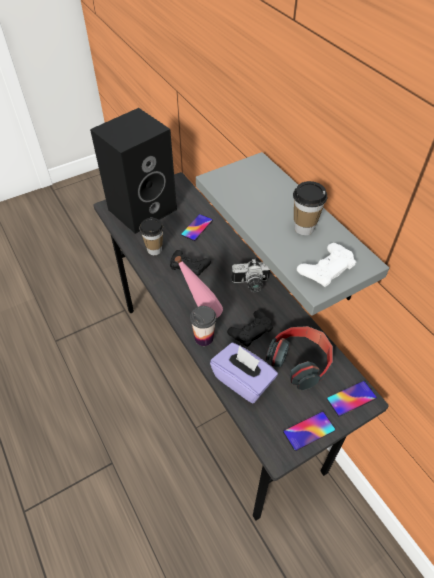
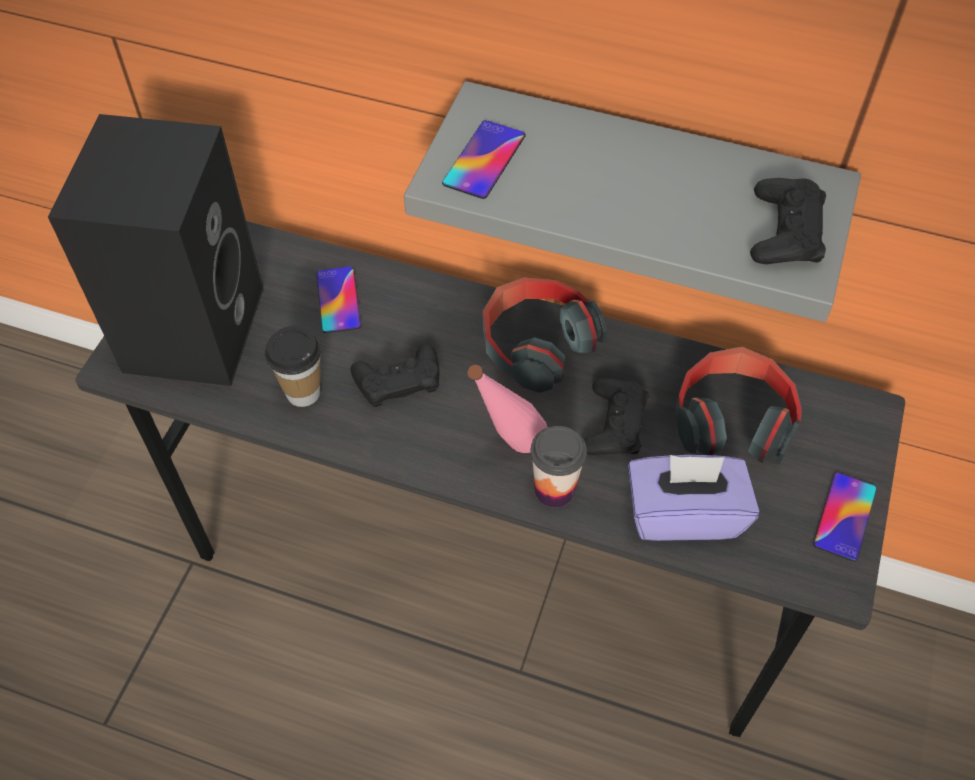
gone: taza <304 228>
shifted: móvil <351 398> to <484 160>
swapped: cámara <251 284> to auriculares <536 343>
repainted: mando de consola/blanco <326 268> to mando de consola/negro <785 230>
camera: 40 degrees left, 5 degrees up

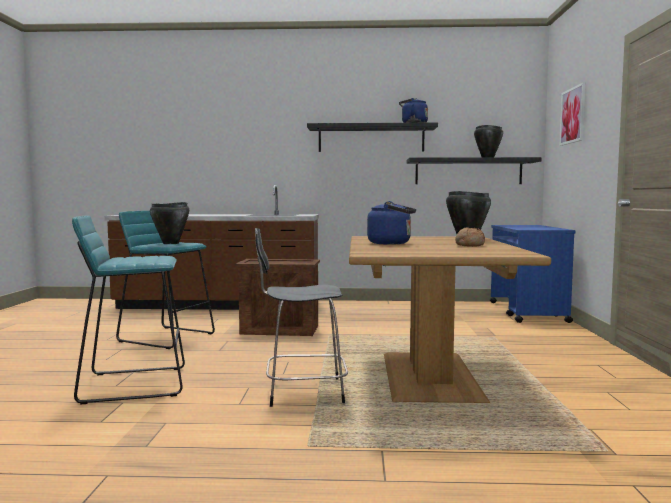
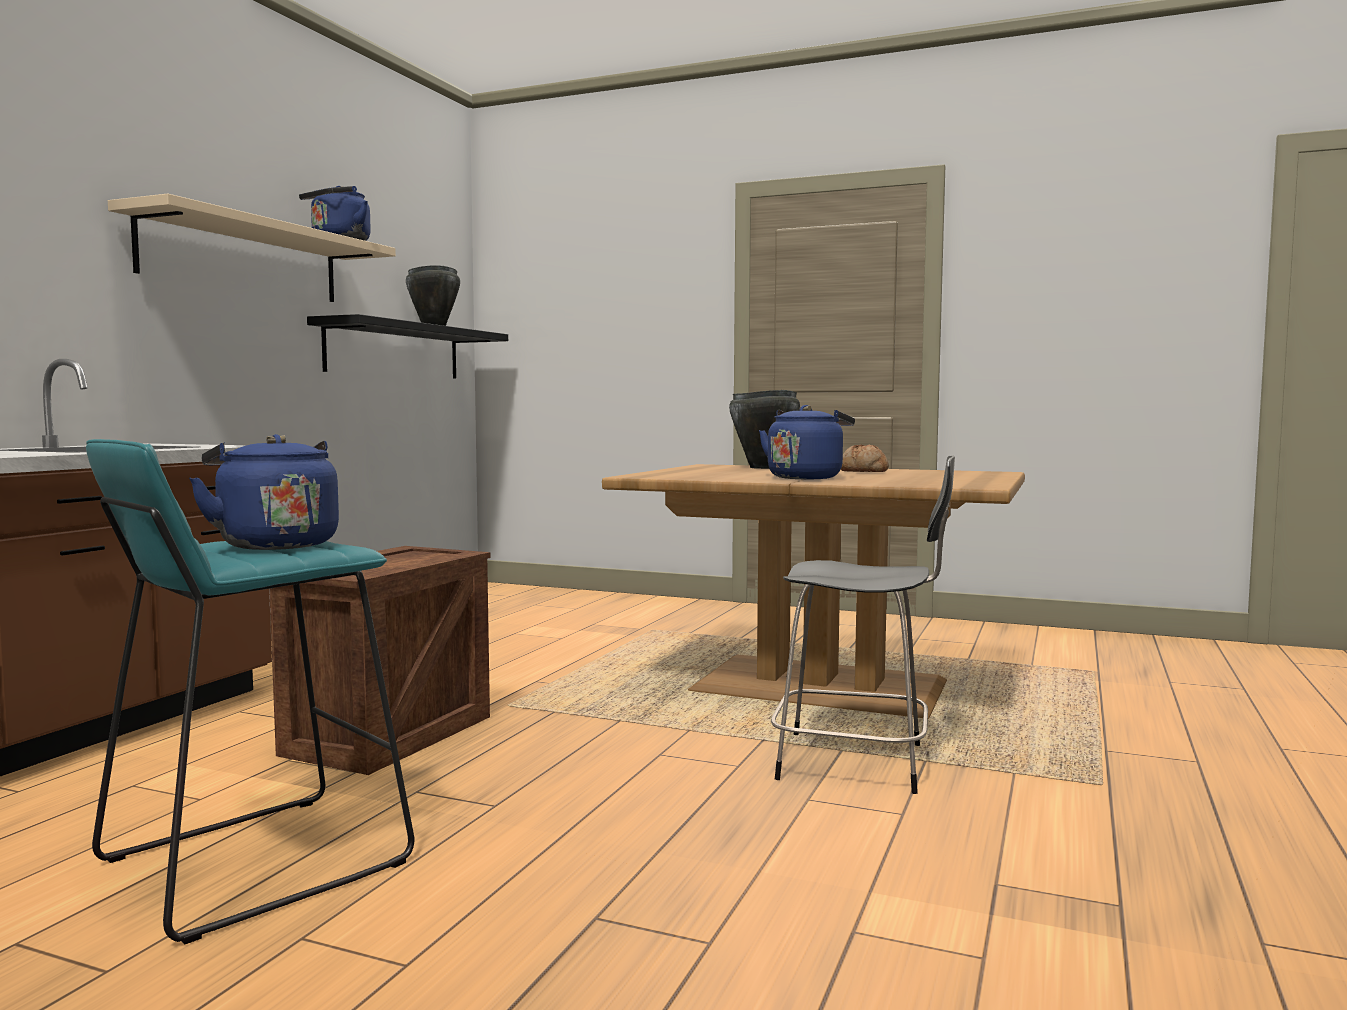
gone: taburete/turquesa <133 384>; carrito/azul <527 312>; cuadro <573 115>
swapped: olla/negro <171 243> to hervidor/azul <274 544>
repainted: estante/negro <371 139> to estante/beis <243 259>
rotated: silla/negro <302 392> = <858 763> 90 degrees counterclockwise
camera: 70 degrees left, 0 degrees up

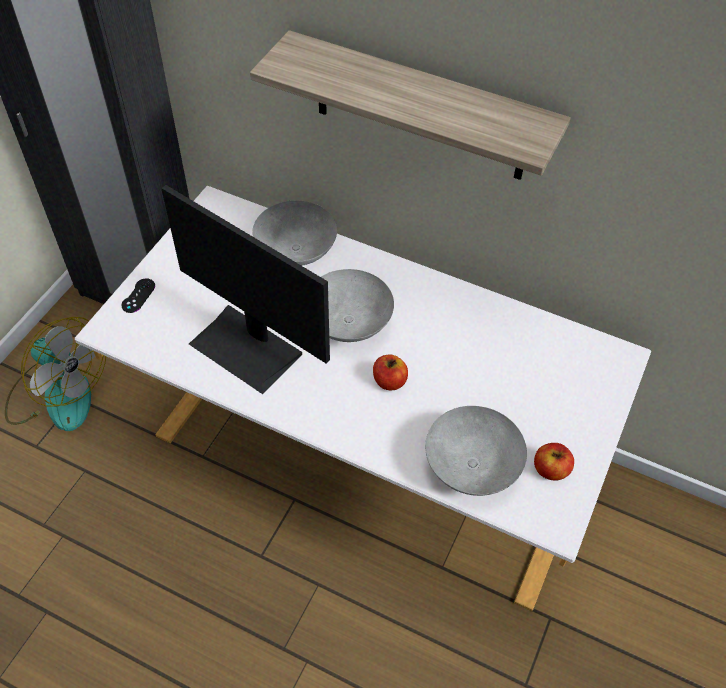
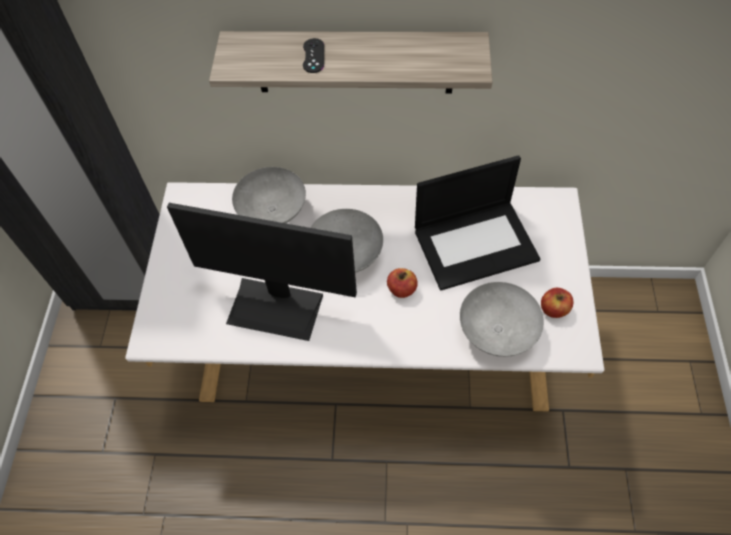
gone: ventilador <58 394>
new: portátil <476 243>
shifted: mando de consola/negro <138 295> to <313 56>
camera: 20 degrees left, 5 degrees up

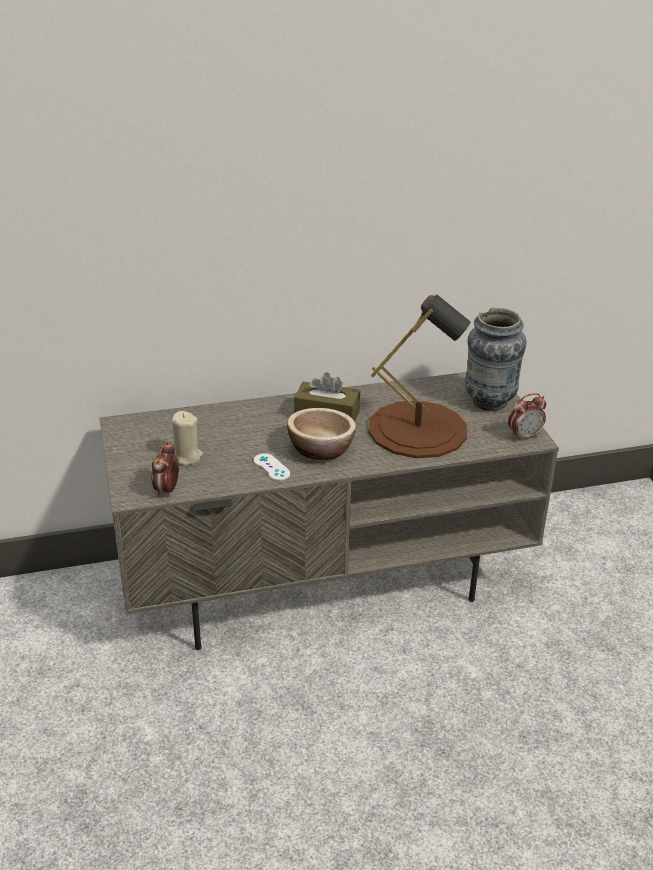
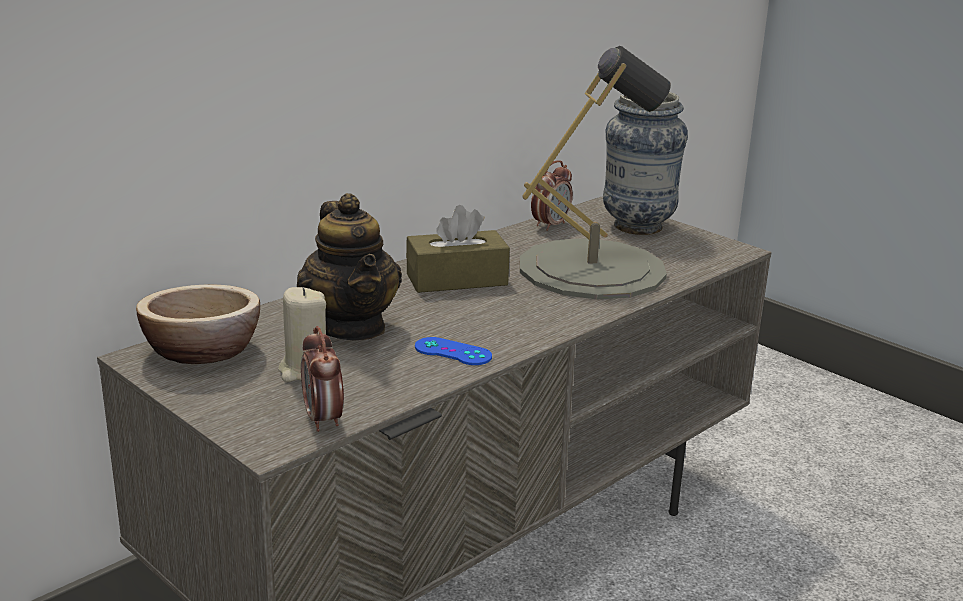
new: tetera <351 326>
shifted: cuenco <321 449> to <202 351>; despertador <524 436> to <550 225>
repainted: mando de consola/blanco <271 467> to mando de consola/azul <453 352>; lámpara de mesa/marrón <417 429> to lámpara de mesa/gris <592 269>
camera: 30 degrees left, 10 degrees down

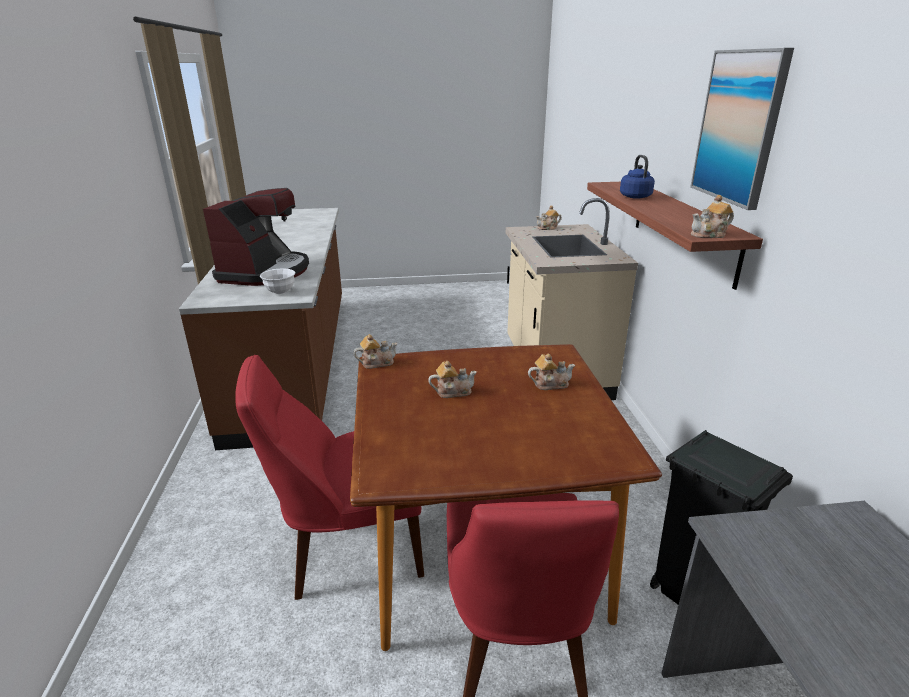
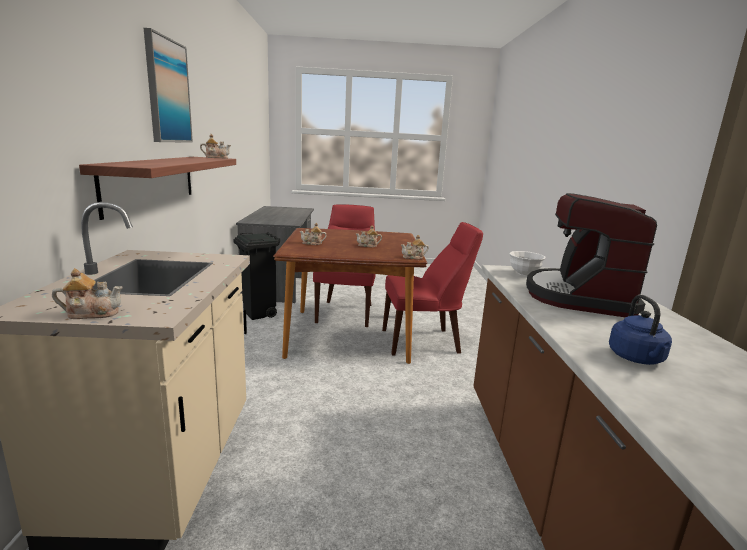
shifted: hervidor/azul <634 196> to <637 359>
camera: 175 degrees left, 10 degrees down

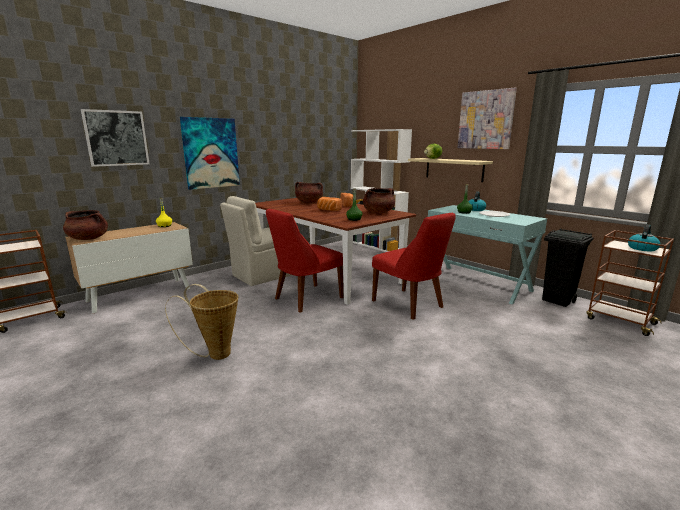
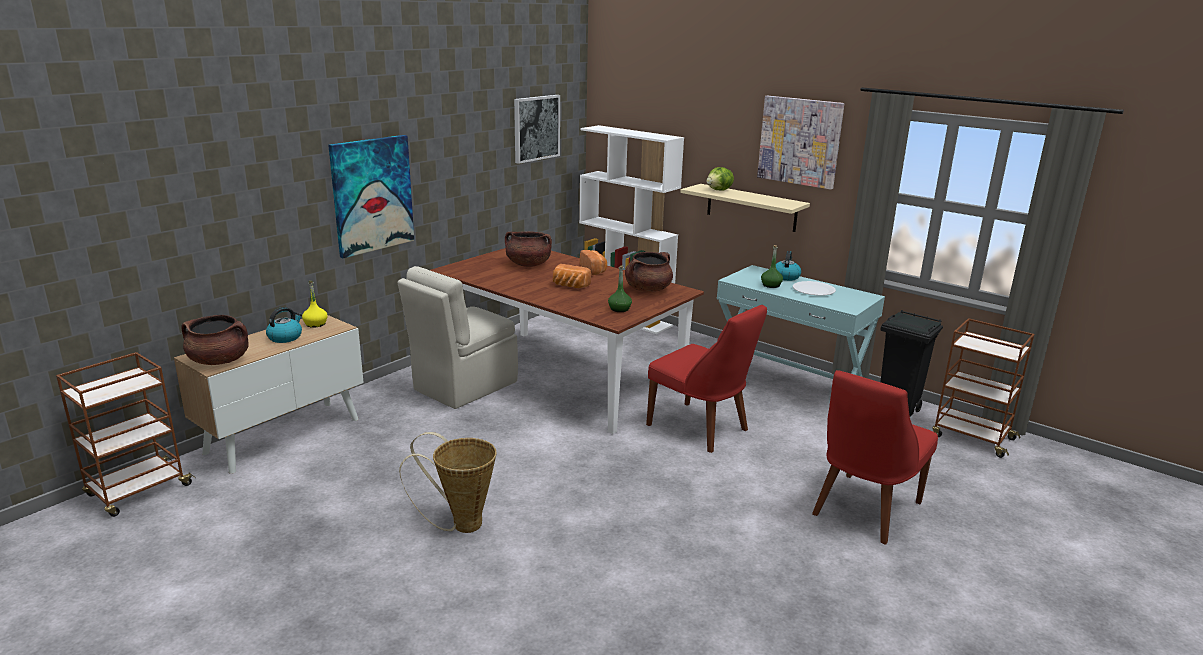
shifted: cuadro <116 138> to <536 128>; silla/rojo <306 299> to <863 510>; hervidor <642 248> to <285 337>
camera: 10 degrees left, 5 degrees up

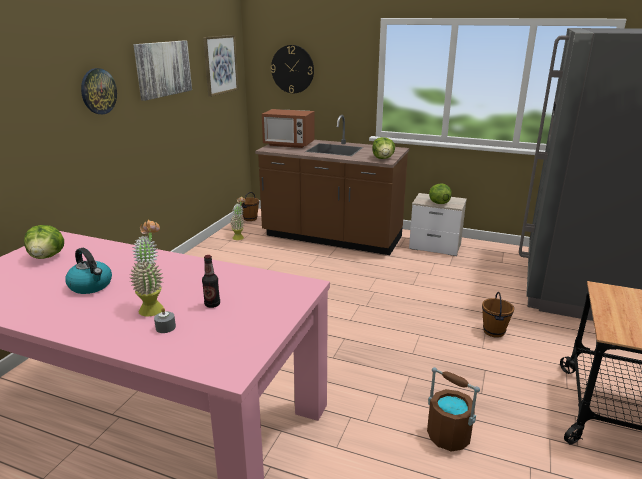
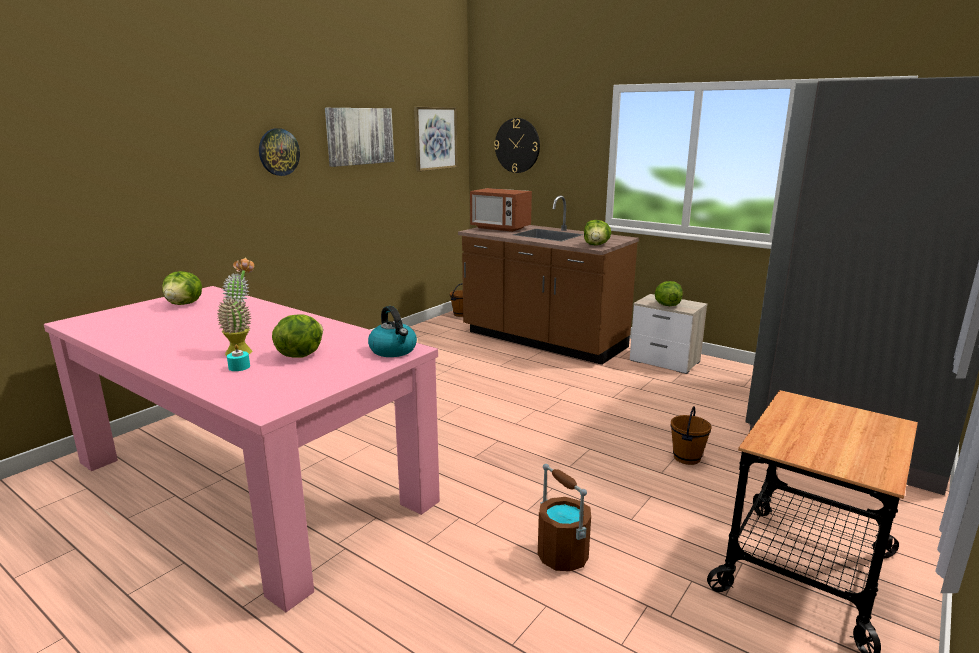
gone: planta en maceta <239 237>
shifted: hervidor <91 286> to <393 350>
swapped: botella <212 304> to lechuga <299 354>
repainted: vela/gris <165 327> to vela/turquesa <239 367>
camera: 15 degrees right, 5 degrees down

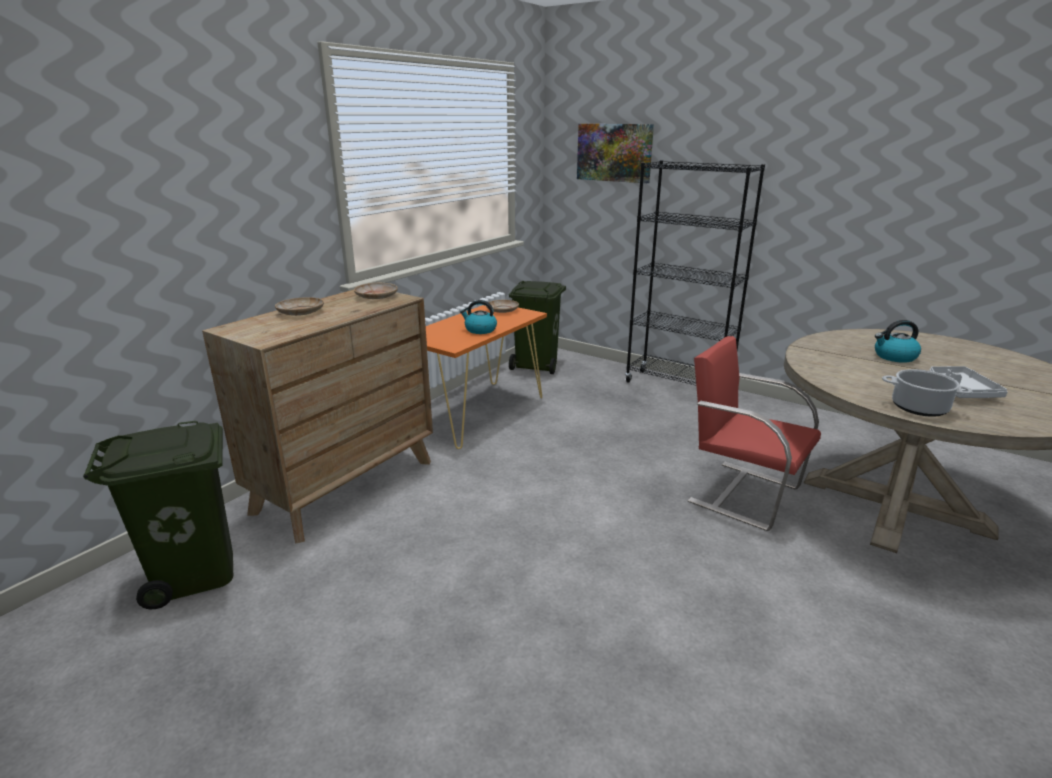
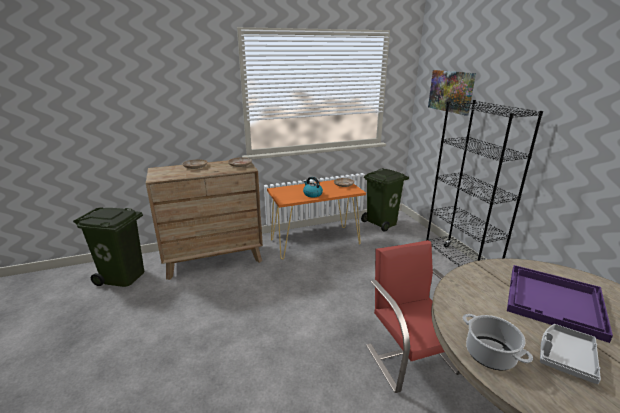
swapped: hervidor <894 357> to bandeja/morado <555 302>
camera: 35 degrees right, 0 degrees up

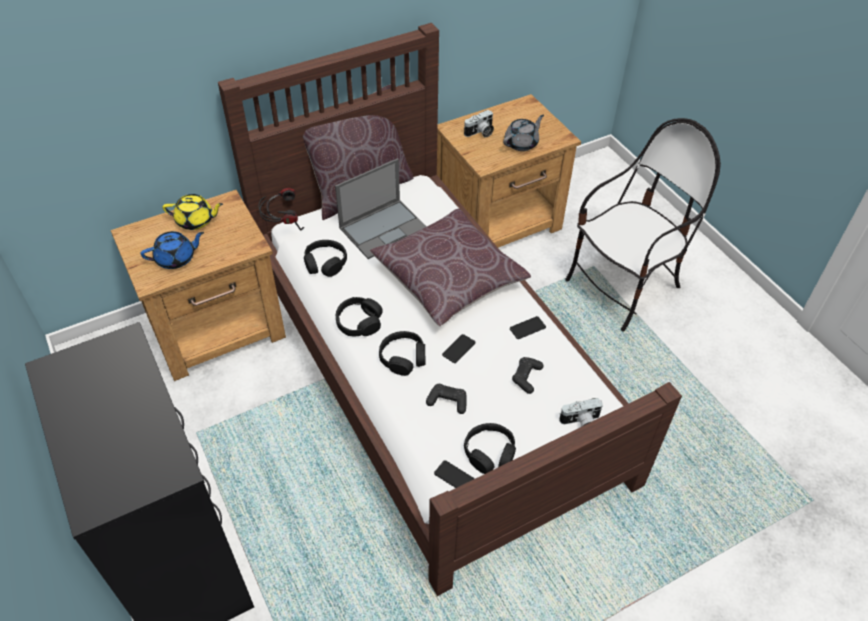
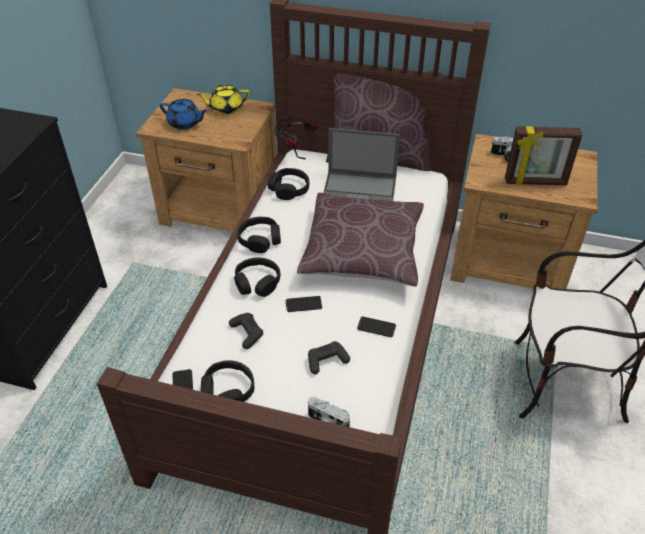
swapped: tetera/gris <522 143> to portarretratos <535 182>
rotated: tetera/amarillo <196 221> = <226 108> 120 degrees clockwise
camera: 45 degrees right, 5 degrees down

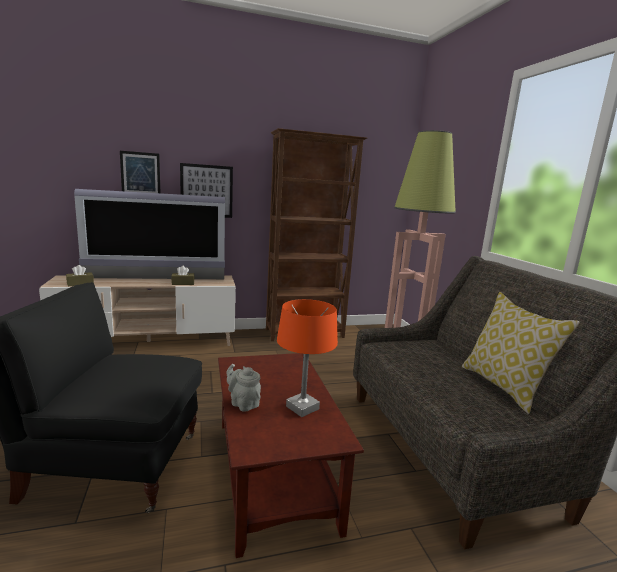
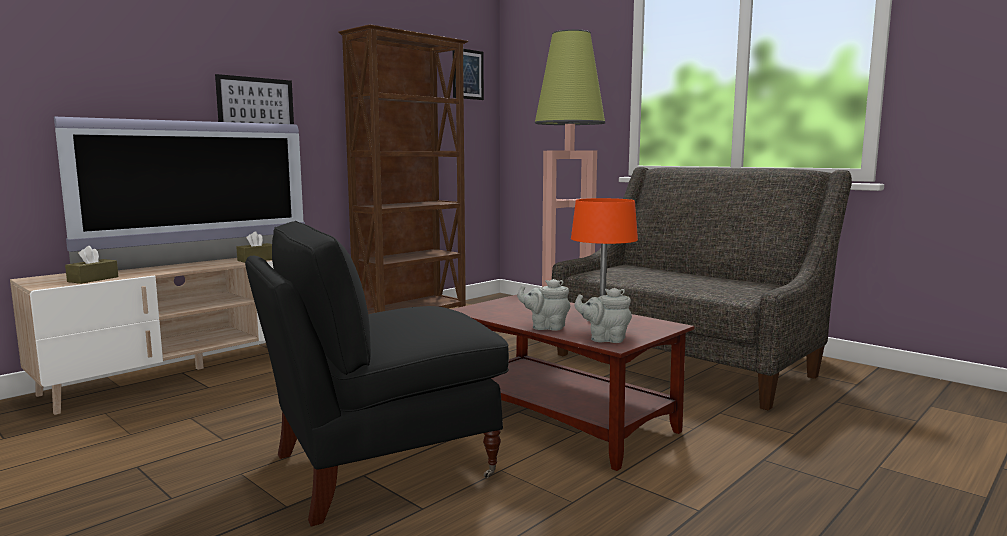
gone: cojín <504 387>
new: tetera/gris <605 339>
shifted: cuadro <140 174> to <468 74>
camera: 30 degrees left, 5 degrees down

